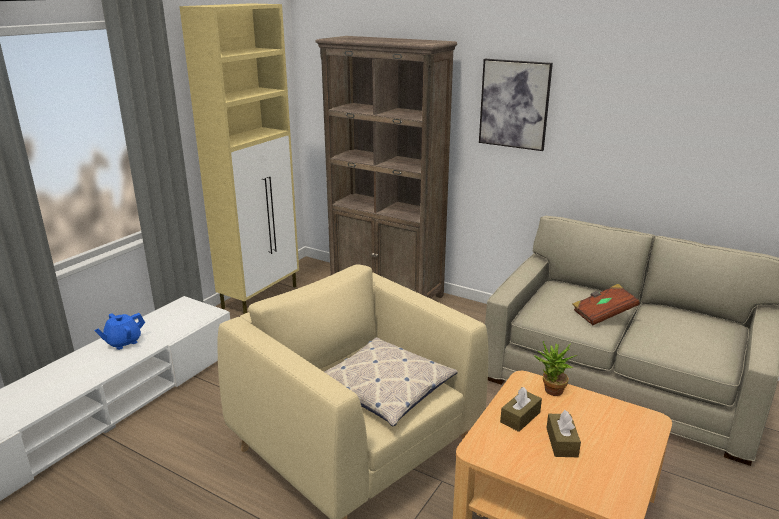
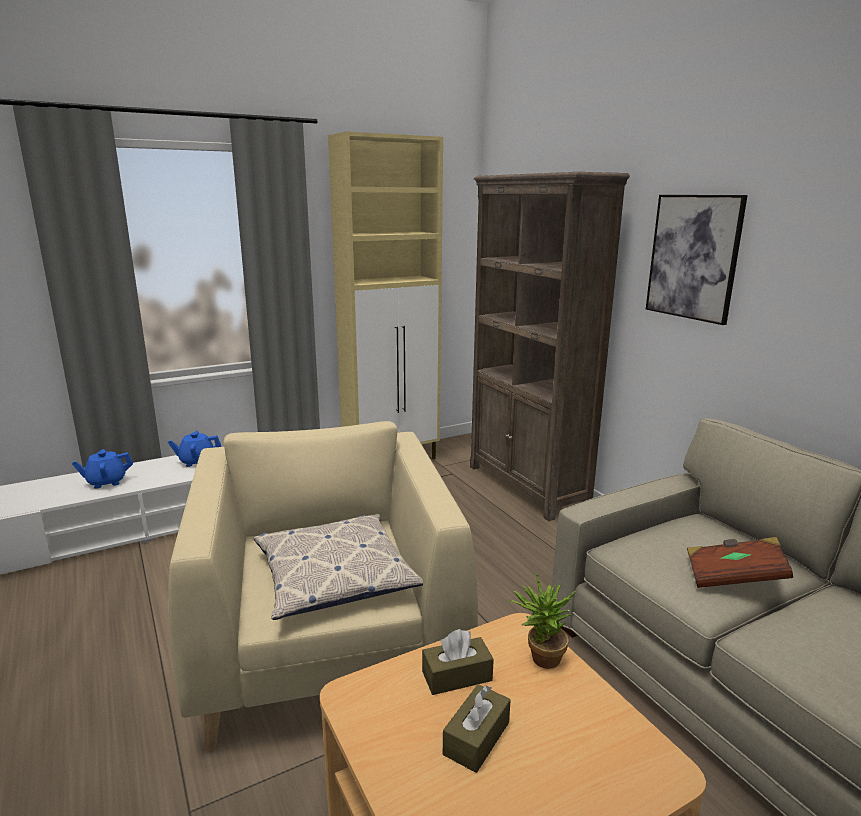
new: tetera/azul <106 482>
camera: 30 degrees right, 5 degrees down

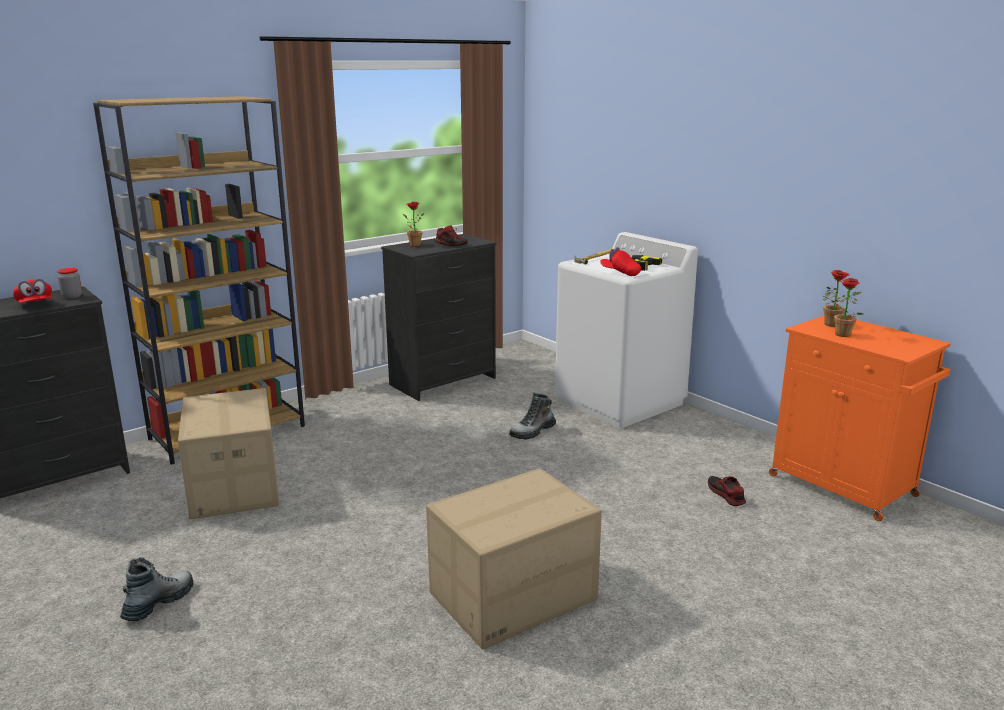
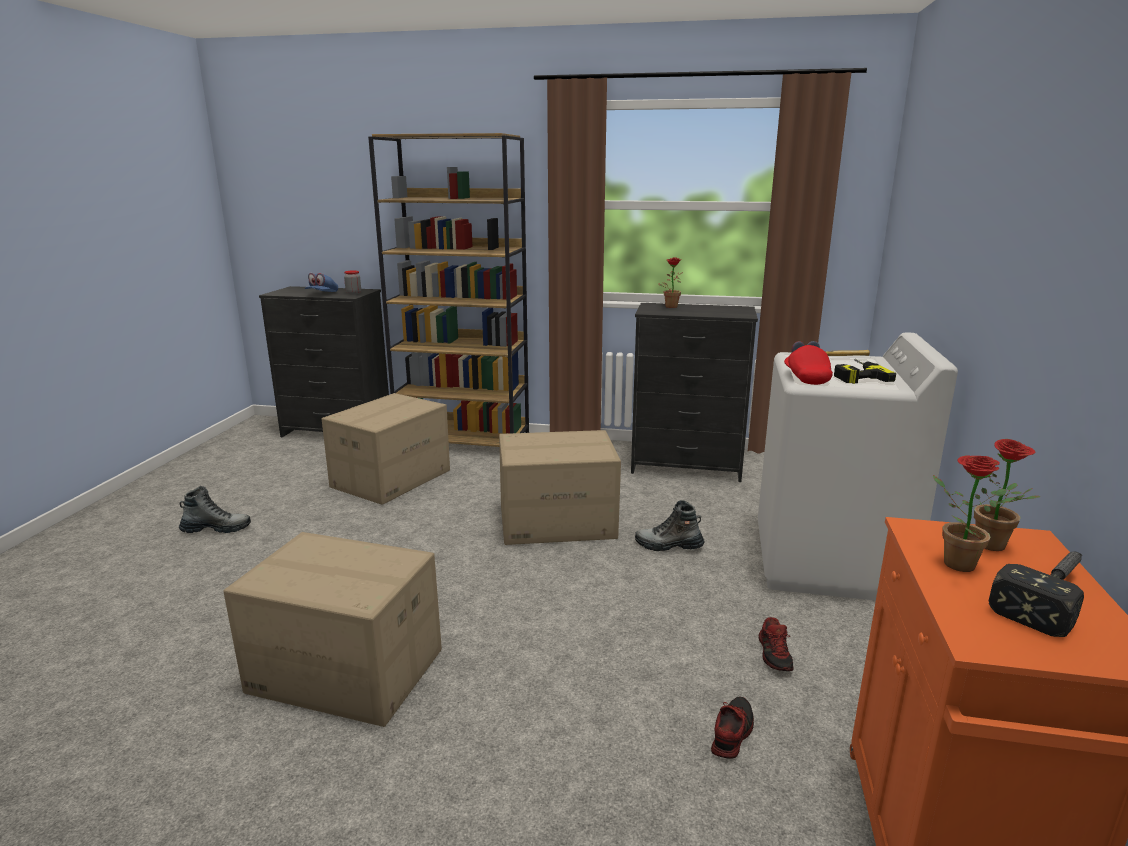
new: caja de cartón <557 522>; martillo <1049 596>
shifted: zapato <451 244> to <775 655>
repainted: gorra/rojo <35 306> to gorra/azul <322 294>
camera: 50 degrees right, 0 degrees up

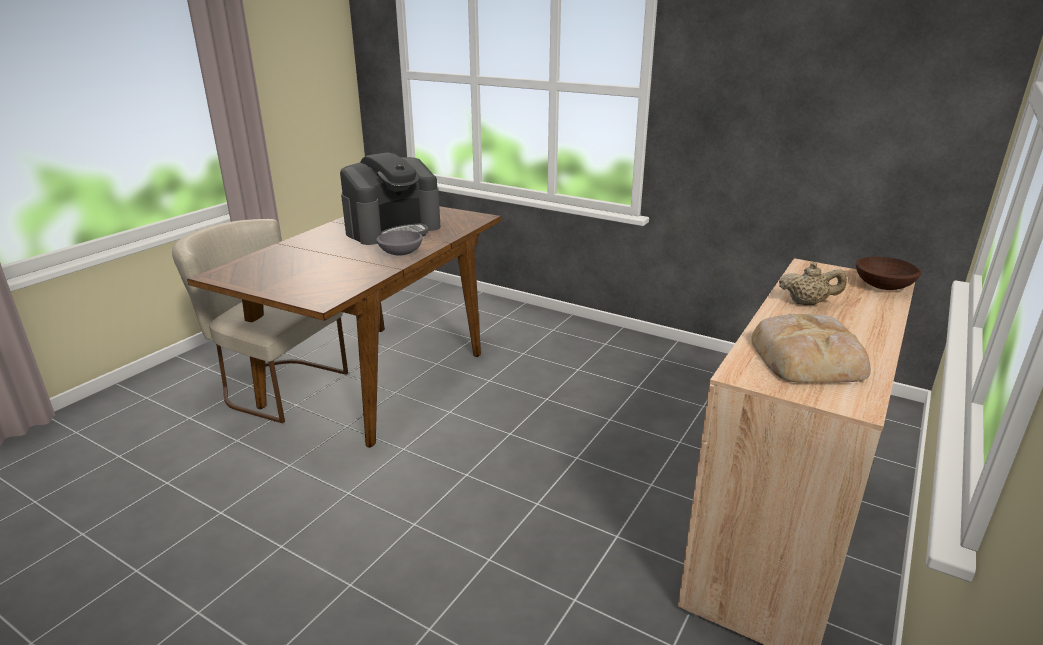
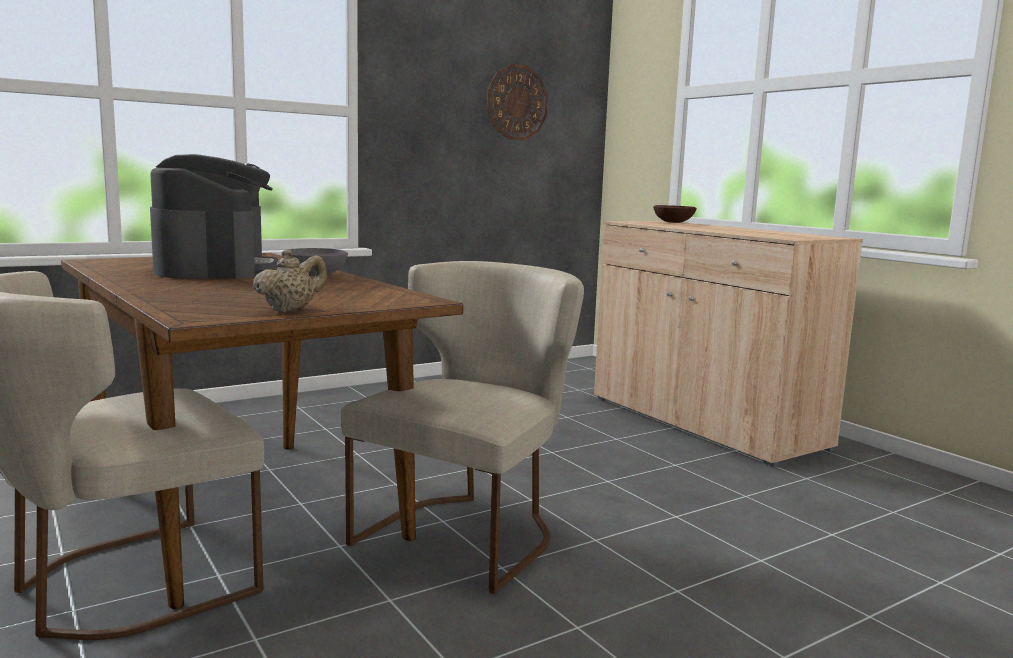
gone: pan <807 357>
new: silla/beis <468 532>; reloj de pared <517 102>
shifted: tetera/beis <807 303> to <291 310>
camera: 65 degrees left, 15 degrees down

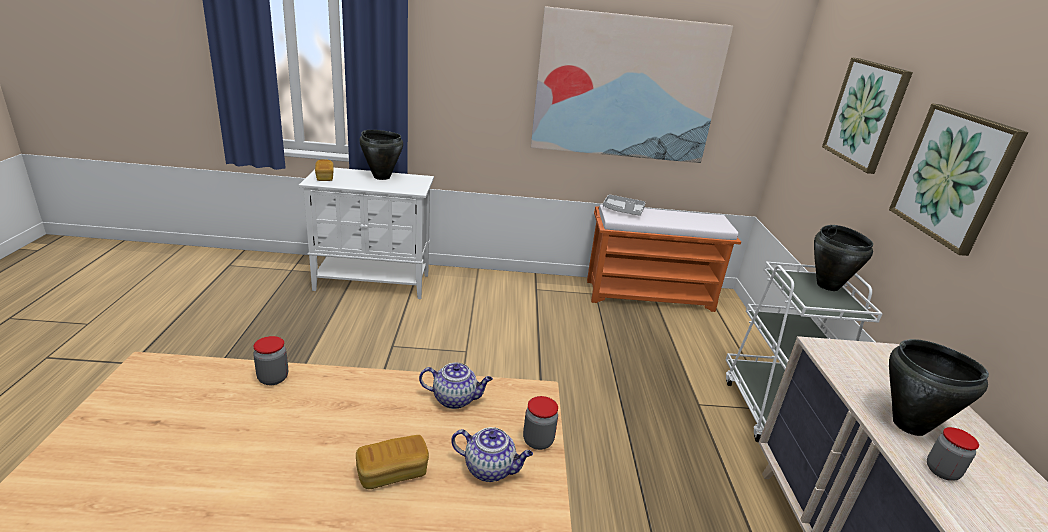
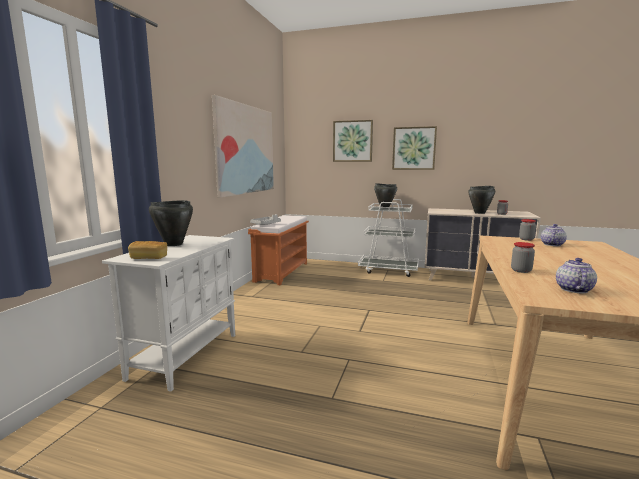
gone: pan <392 473>
shifted: tetera <455 399> to <573 289>
camera: 70 degrees left, 15 degrees down

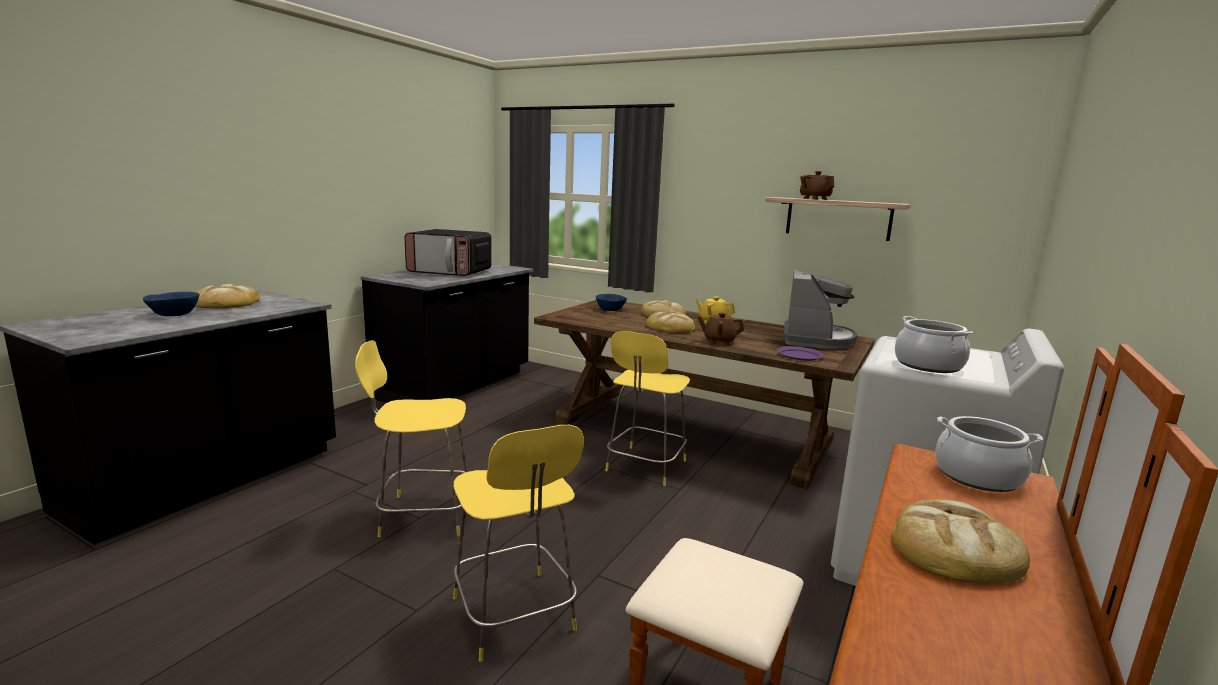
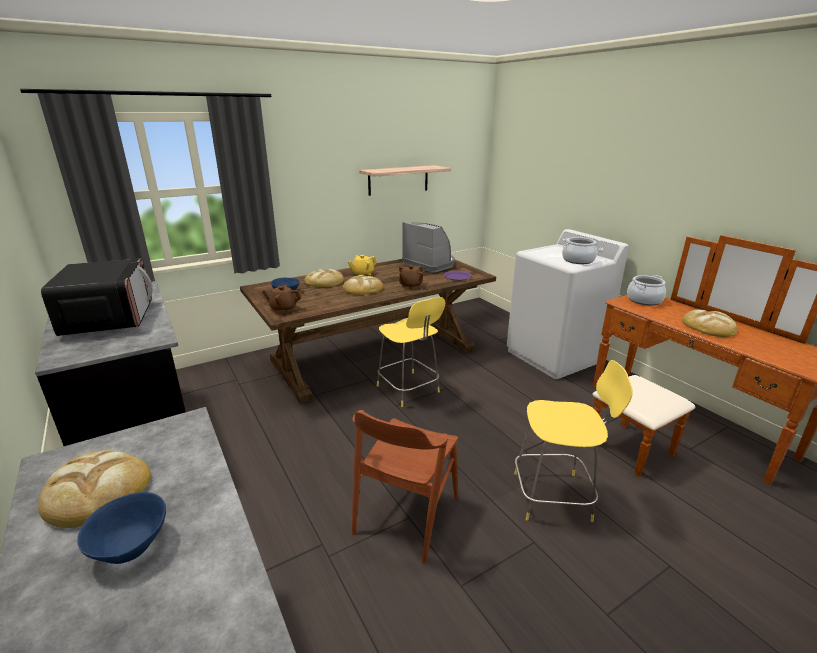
shifted: tetera/marrón <814 199> to <283 308>
swapped: taburete/amarillo <422 515> to silla/marrón <406 515>
rotated: microondas <450 272> = <110 318> 60 degrees counterclockwise
camera: 60 degrees left, 10 degrees up

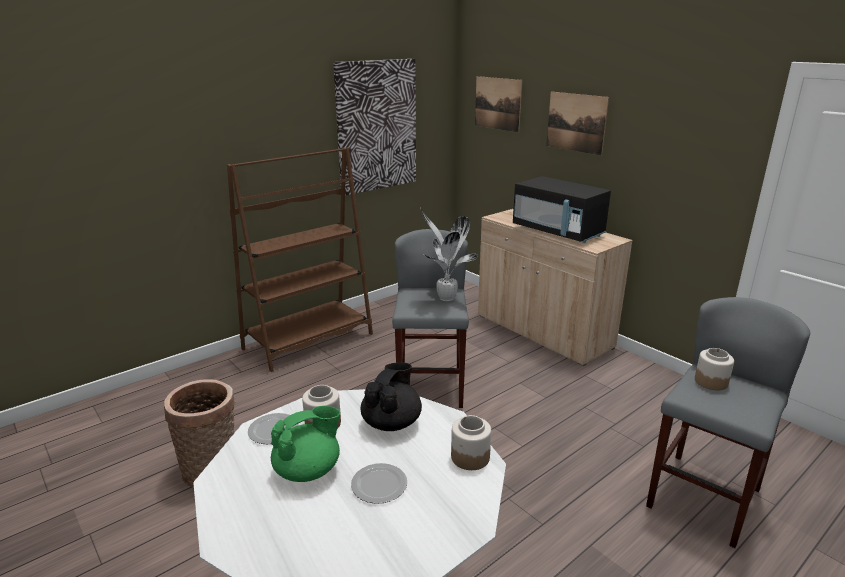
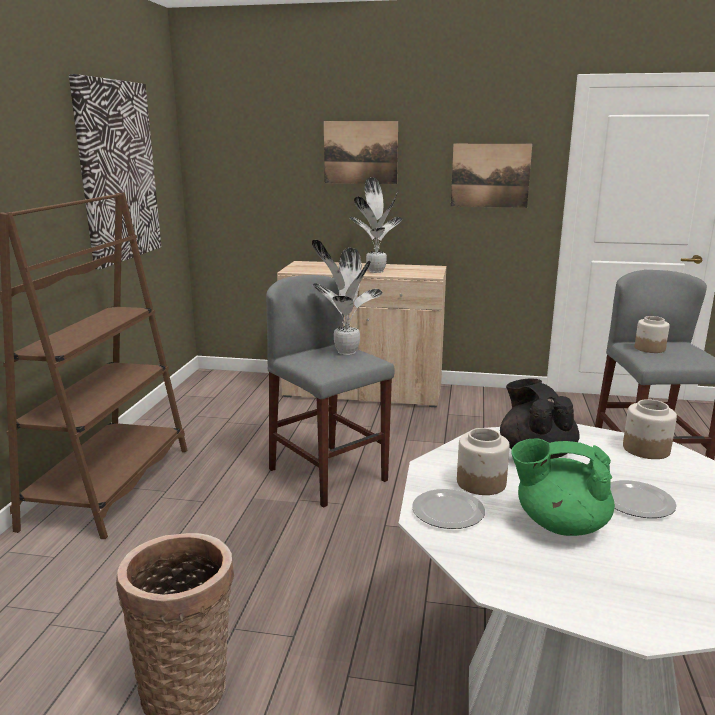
shifted: cuadro <497 103> to <490 175>
swapped: microondas/negro <557 232> to planta en maceta <376 271>
rotated: tetera/verde <308 470> = <559 524> 90 degrees counterclockwise
camera: 40 degrees left, 5 degrees down

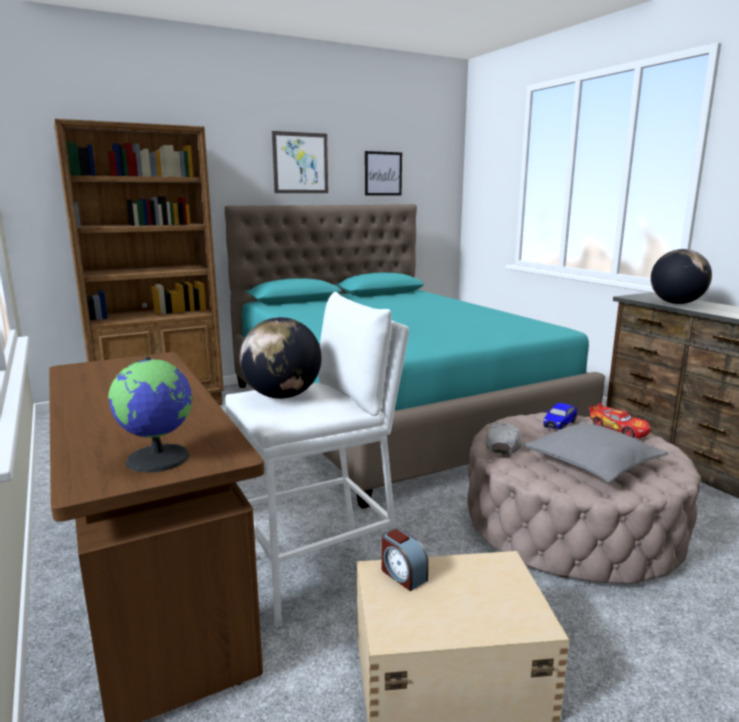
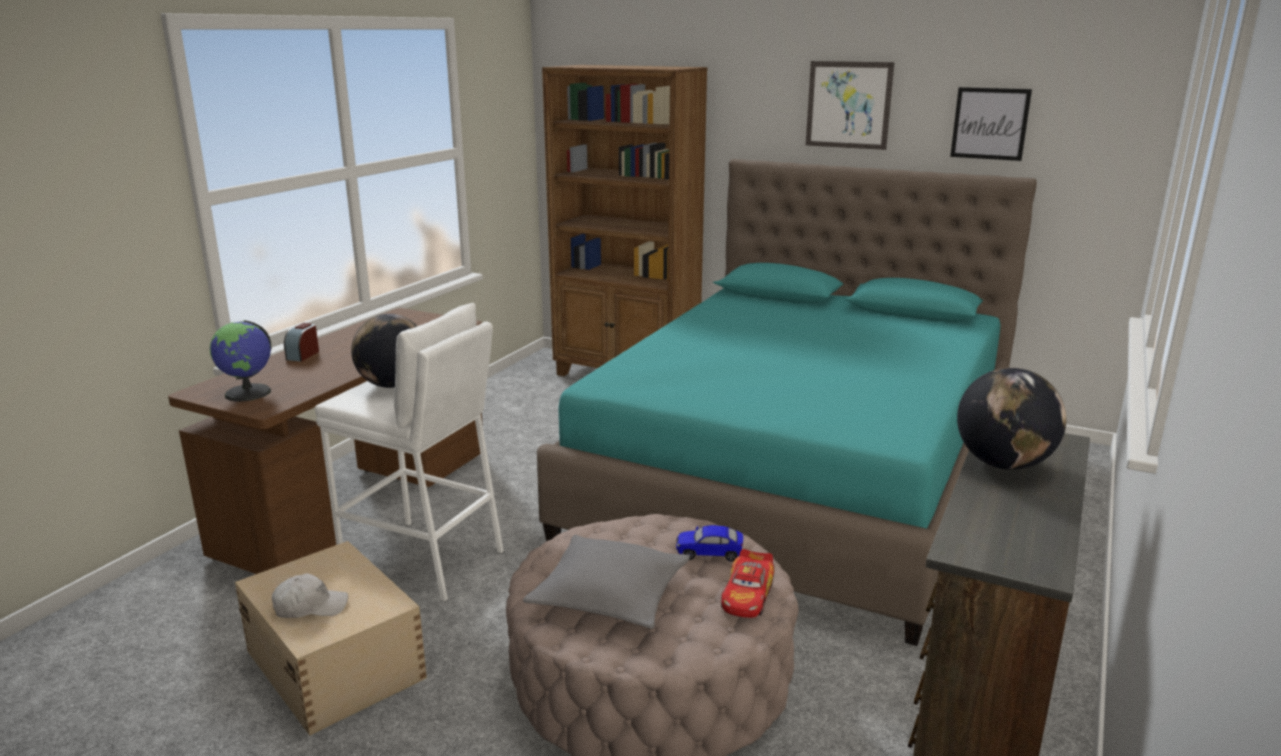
shifted: despertador <402 575> to <303 355>; gorra/blanco <503 445> to <310 607>
camera: 55 degrees right, 5 degrees up

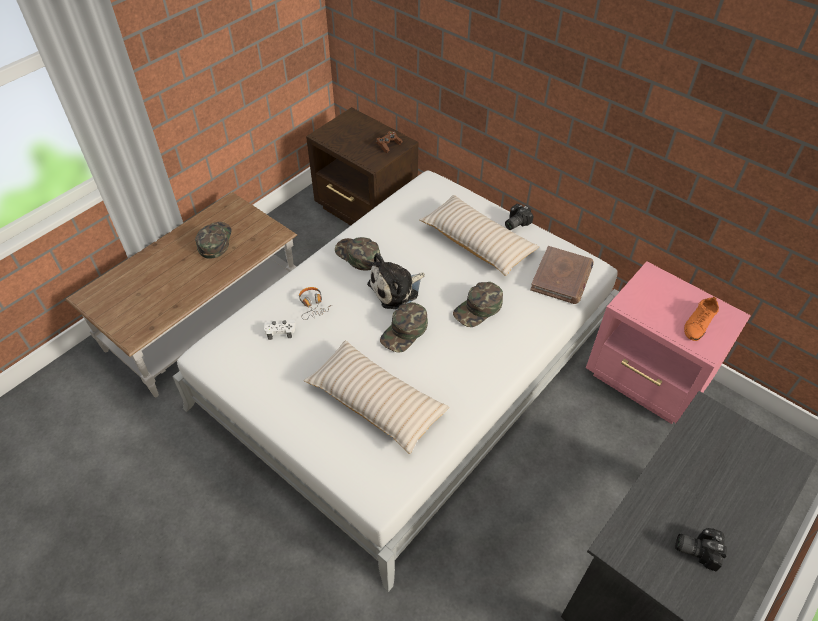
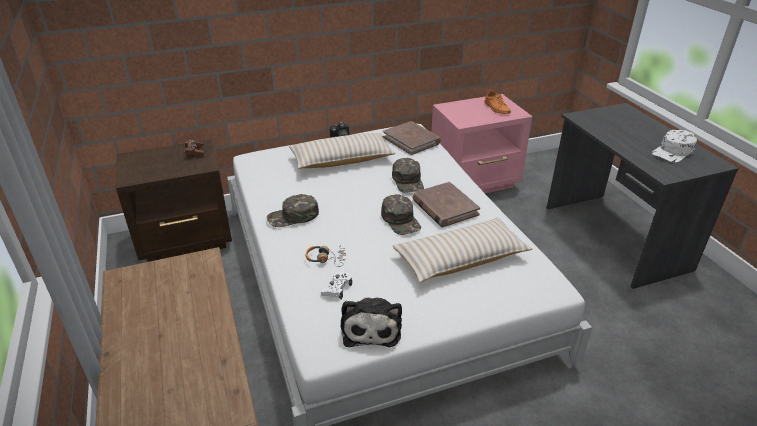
gone: gorra/verde <214 241>
new: libro/marrón <444 207>
shifted: peluche <396 289> to <371 327>
swapped: cámara <696 548> to gorra/blanco <673 152>
camera: 60 degrees left, 15 degrees down

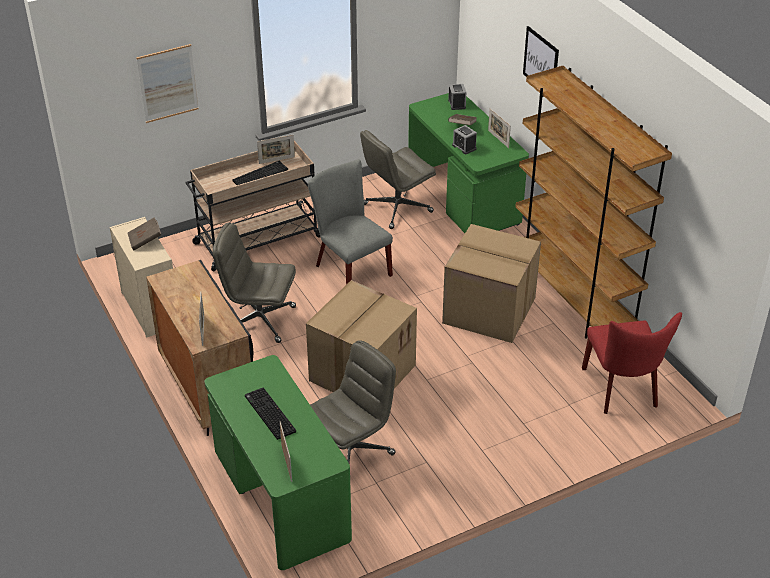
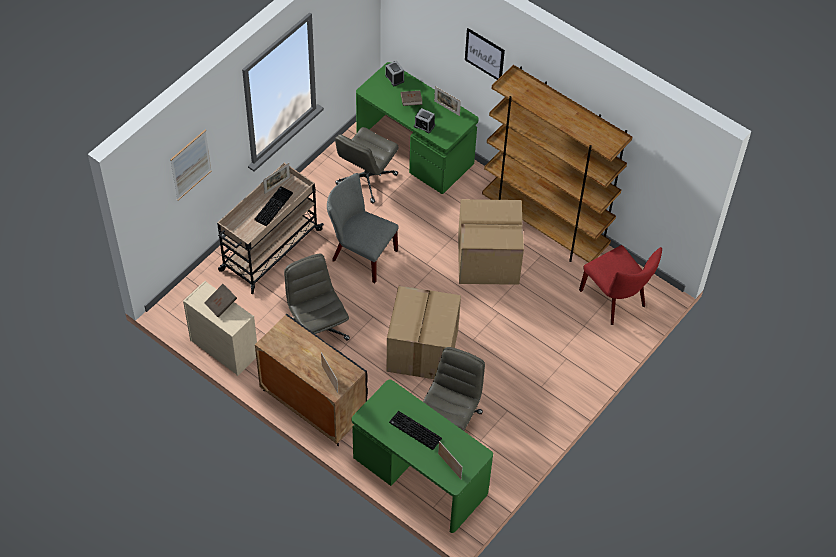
rotated: silla de oficina/gris <259 320> = <317 329> 75 degrees clockwise
camera: 25 degrees left, 15 degrees up

